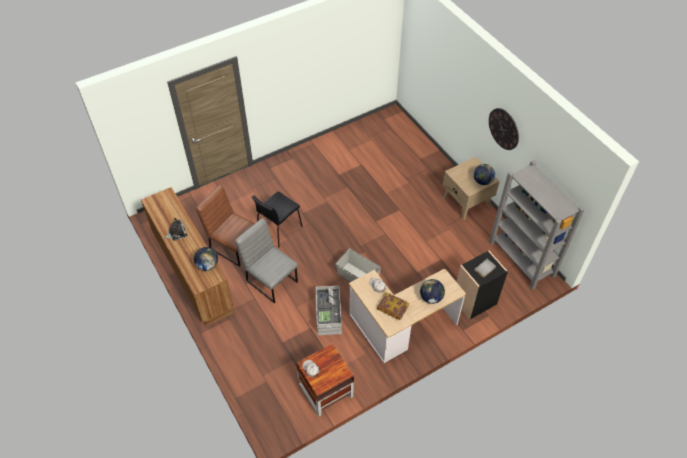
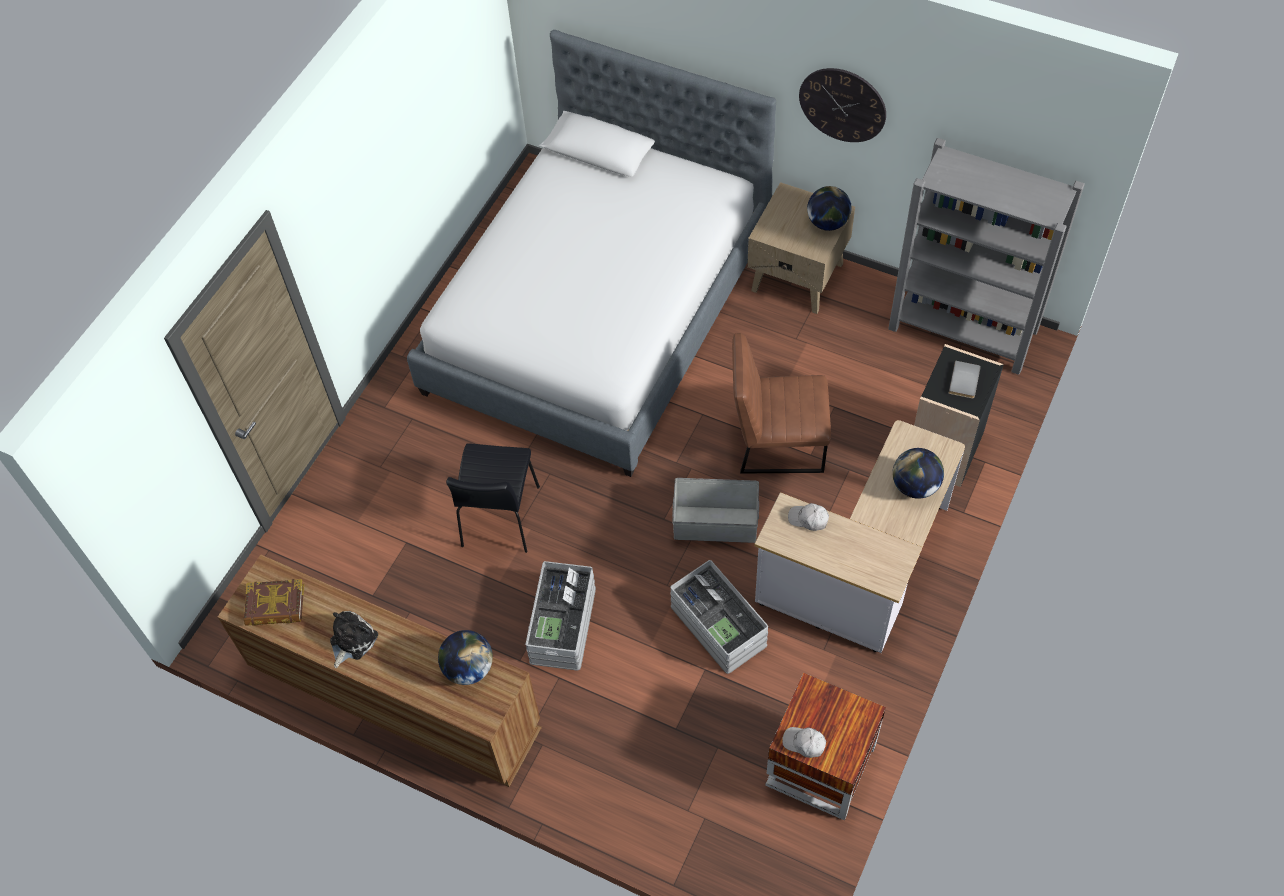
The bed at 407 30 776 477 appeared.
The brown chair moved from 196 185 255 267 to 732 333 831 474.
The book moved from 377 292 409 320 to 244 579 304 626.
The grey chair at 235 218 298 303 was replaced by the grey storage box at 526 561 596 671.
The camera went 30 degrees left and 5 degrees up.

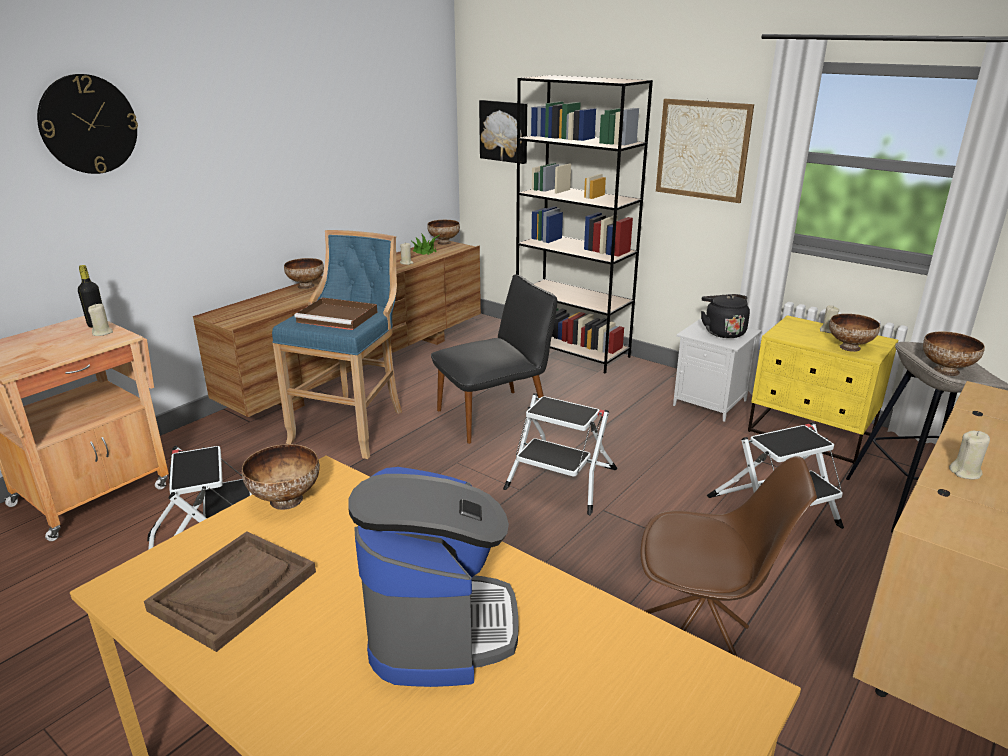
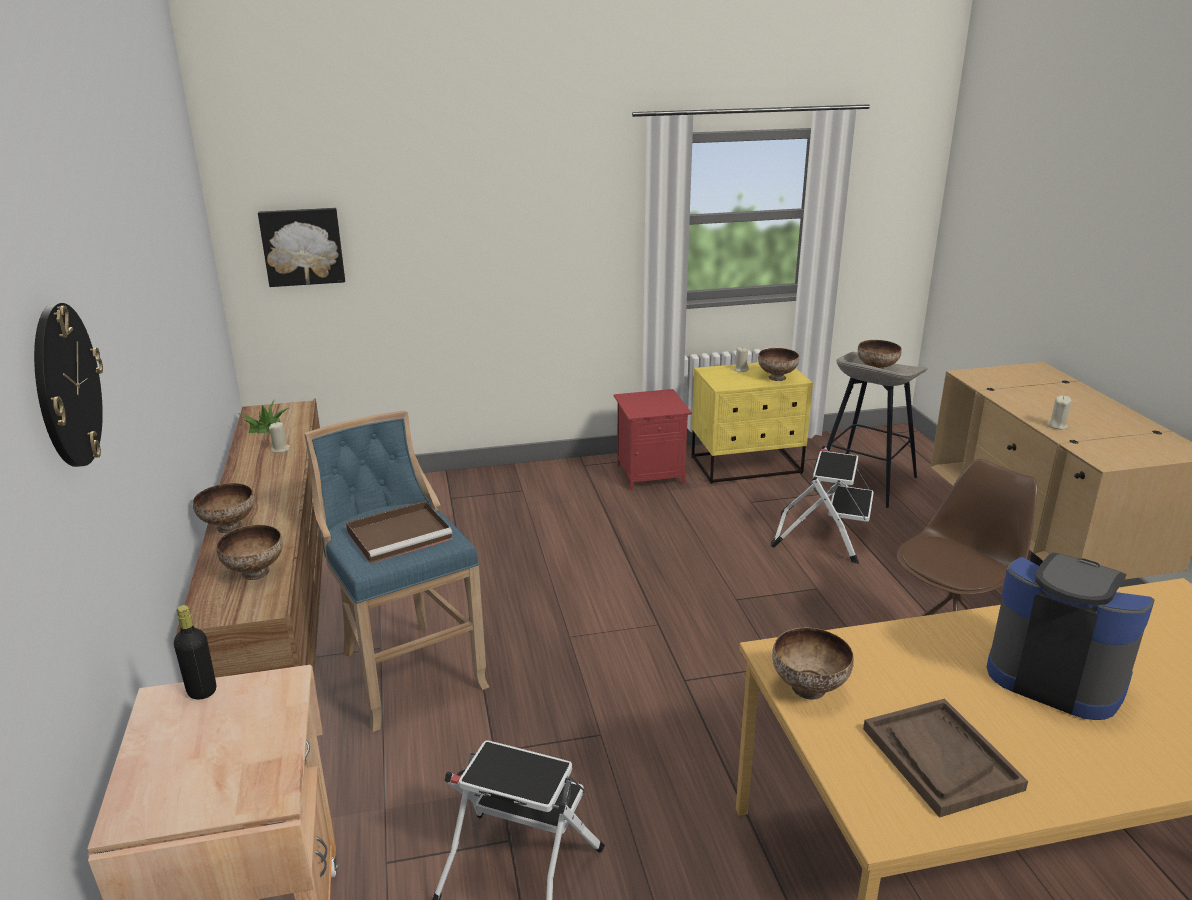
The beige candle at 88 303 113 336 disappeared.
The black chair at 431 274 557 444 disappeared.
The step ladder at 503 393 617 515 disappeared.
The beige bookcase at 516 75 653 374 disappeared.
The picture at 656 99 754 203 disappeared.
The black kettle at 701 294 750 338 disappeared.
The bowl moved from 427 220 460 245 to 216 525 283 580.
The grey nightstand at 673 318 762 422 became the red nightstand at 614 389 692 490.
The camera went 50 degrees left and 0 degrees up.

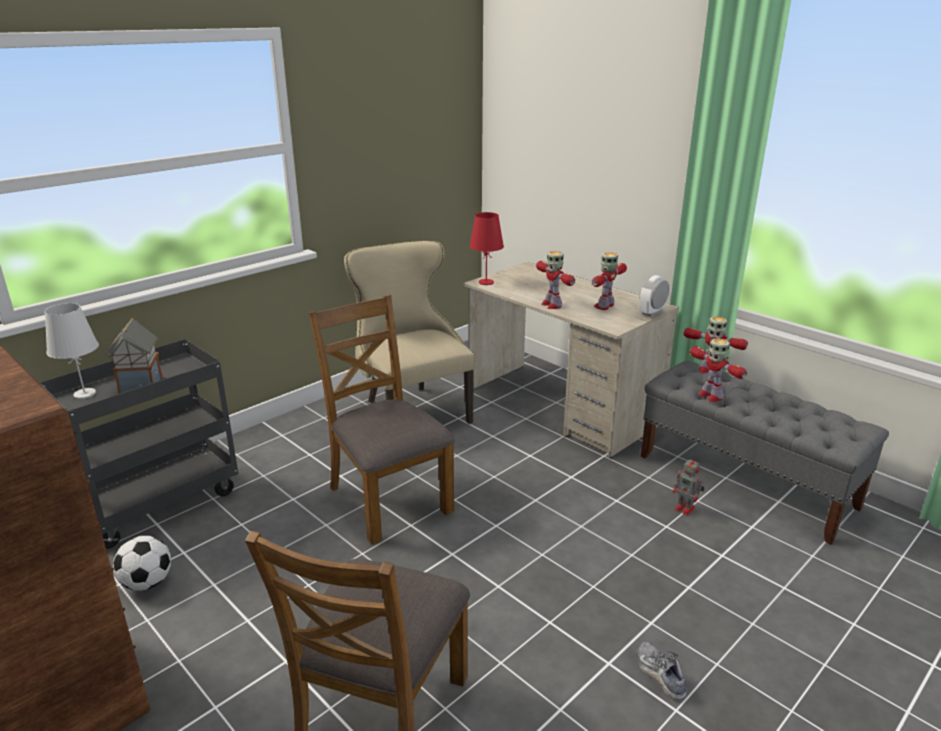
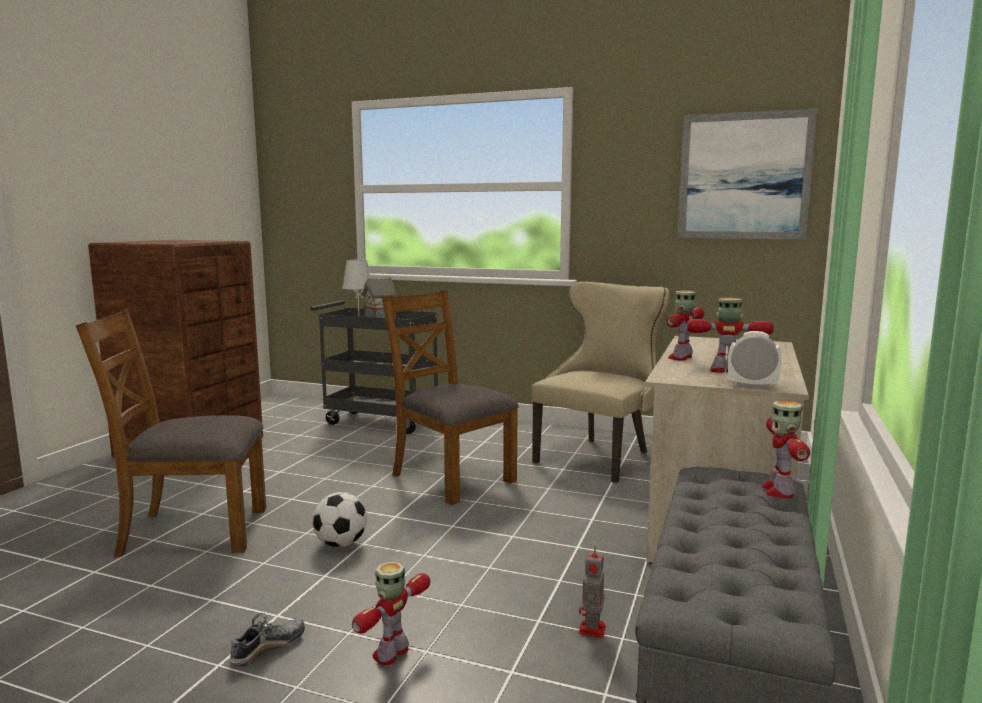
The red table lamp at 469 212 504 285 disappeared.
The picture at 677 109 817 240 appeared.
The football moved from 113 536 171 591 to 312 492 367 547.
The toy robot moved from 690 338 747 402 to 352 562 430 665.
The brown chair at 308 295 455 545 turned 75 degrees counterclockwise.
The camera went 65 degrees right and 15 degrees down.

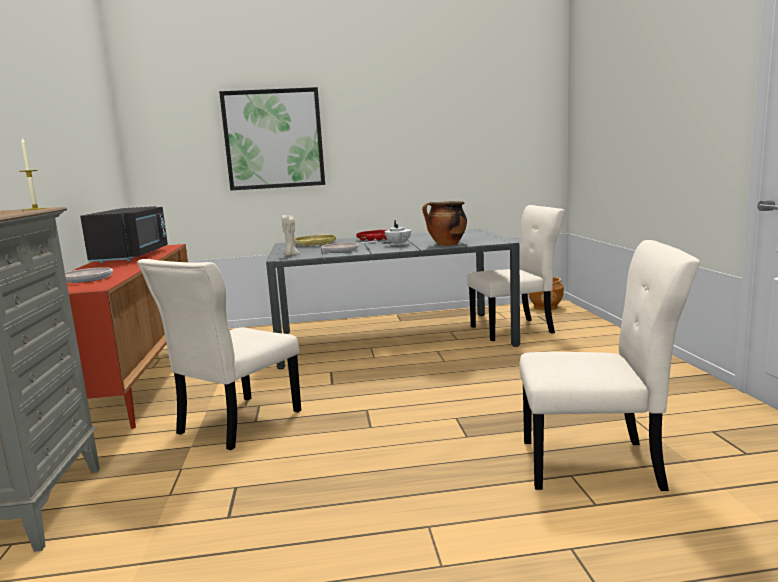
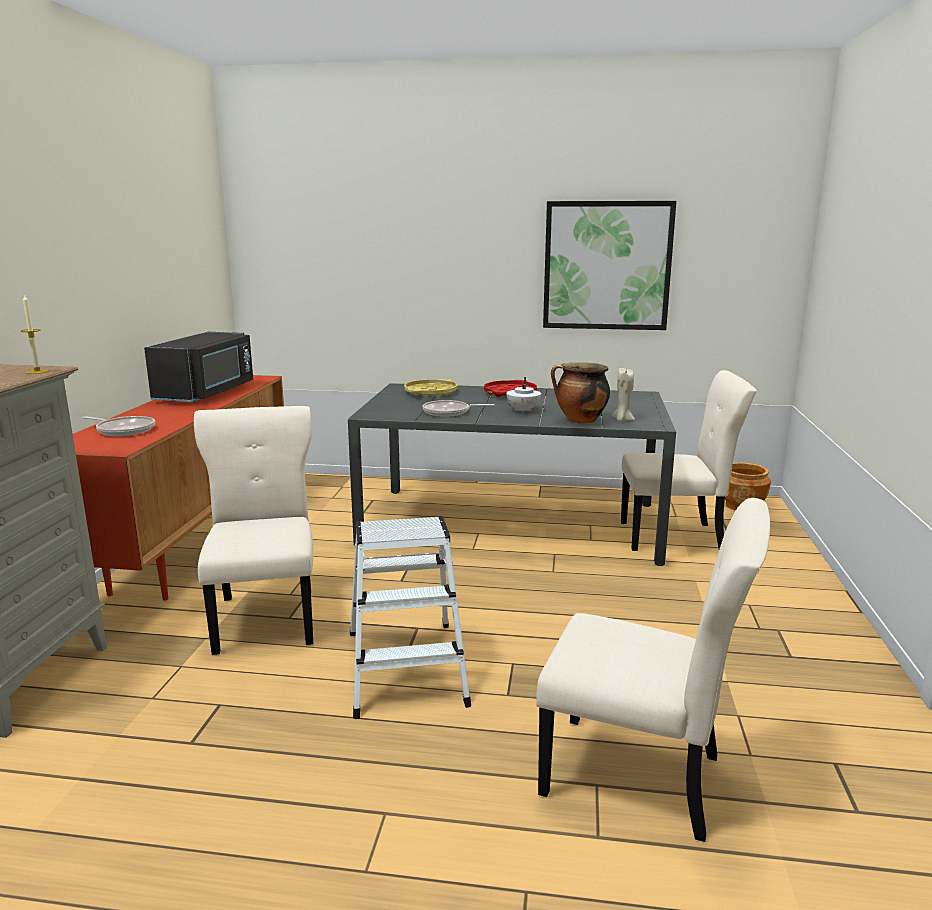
The white step ladder at 350 516 471 719 appeared.
The picture moved from 219 87 325 190 to 543 201 676 330.
The beige candle moved from 282 215 300 256 to 612 367 635 421.
The beige chair at 137 259 301 450 turned 120 degrees clockwise.
The camera went 15 degrees right and 5 degrees up.

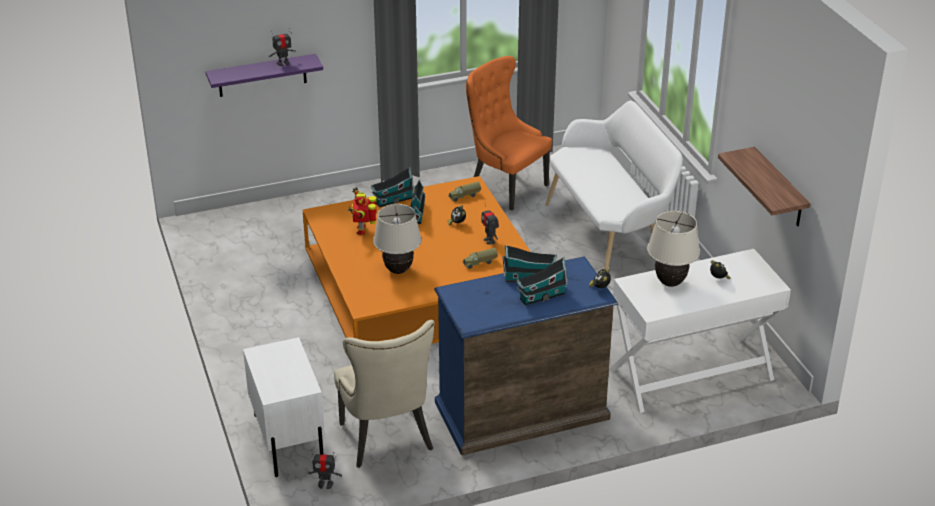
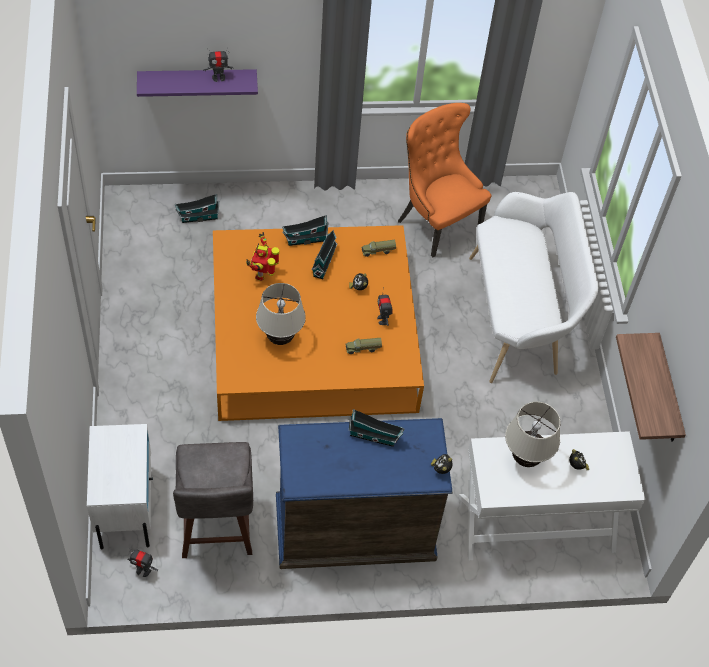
The toy house moved from 516 257 568 306 to 175 194 219 223.
The beige chair at 334 320 434 468 was replaced by the grey stool at 173 442 253 558.
The camera went 10 degrees right and 20 degrees up.

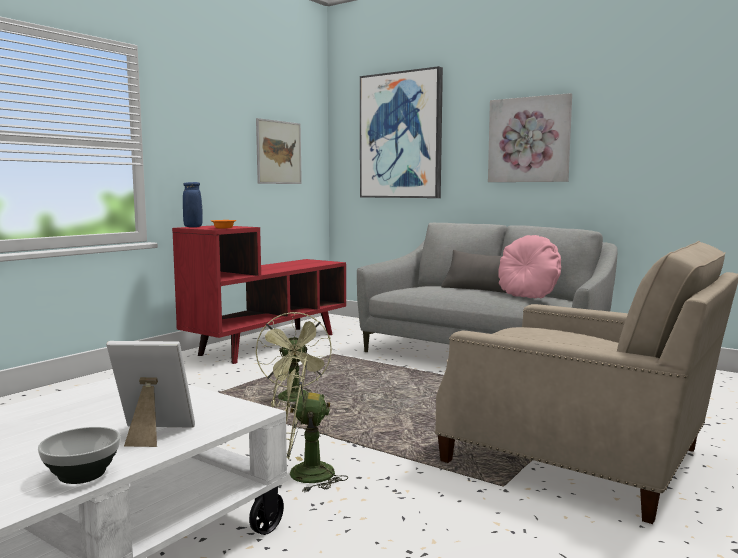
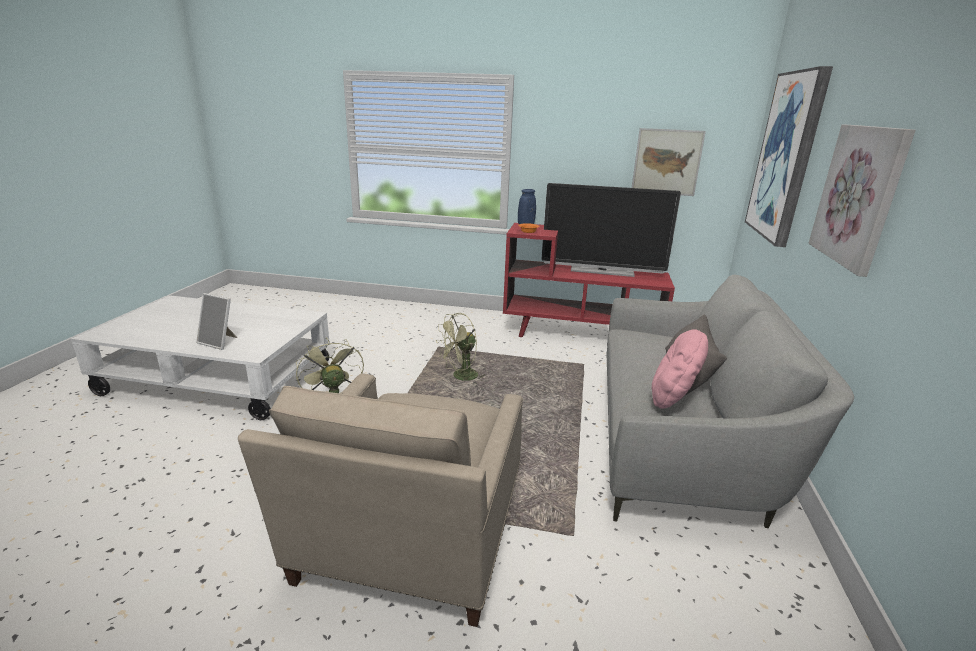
The bowl at 38 427 120 484 disappeared.
The television at 542 183 681 277 appeared.
The picture frame at 106 341 195 447 turned 135 degrees clockwise.
The camera went 65 degrees right and 15 degrees up.

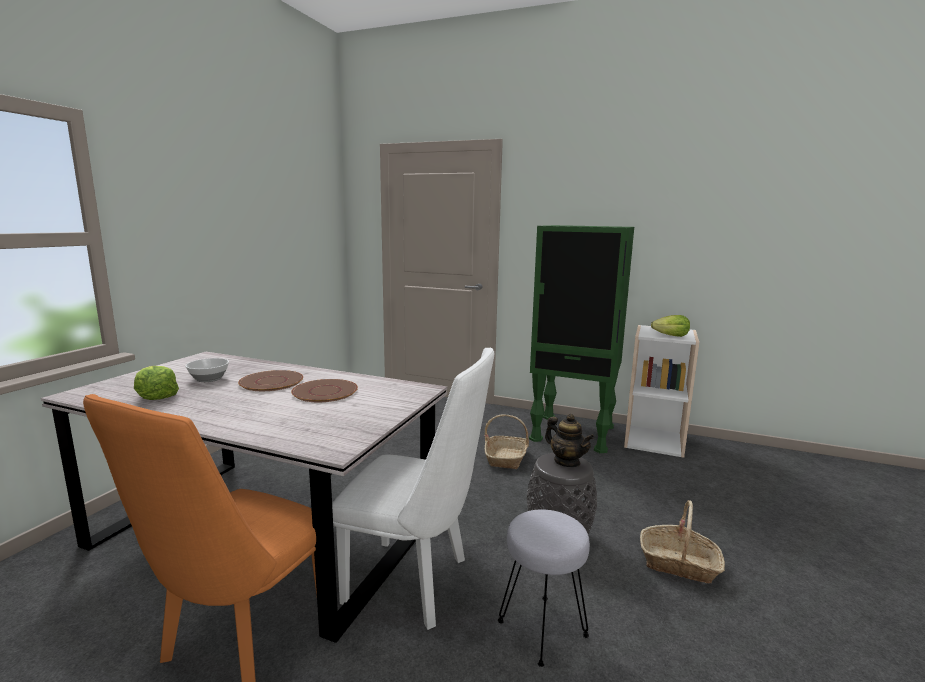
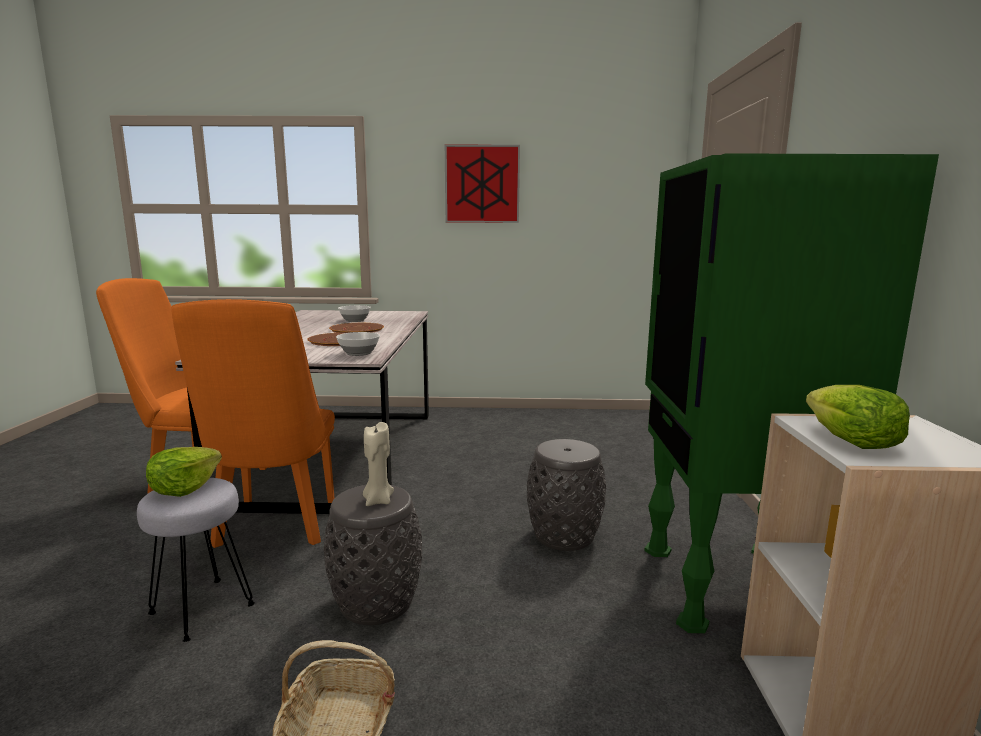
The bowl at 336 332 380 356 appeared.
The picture at 445 145 520 223 appeared.
The lettuce moved from 134 366 179 400 to 146 447 222 497.
The basket at 484 414 529 469 was replaced by the grey stool at 527 439 606 551.
The teapot at 545 414 594 467 was replaced by the beige candle at 363 422 394 506.
The white chair at 332 348 494 630 became the orange chair at 171 299 335 548.
The camera went 70 degrees right and 0 degrees up.

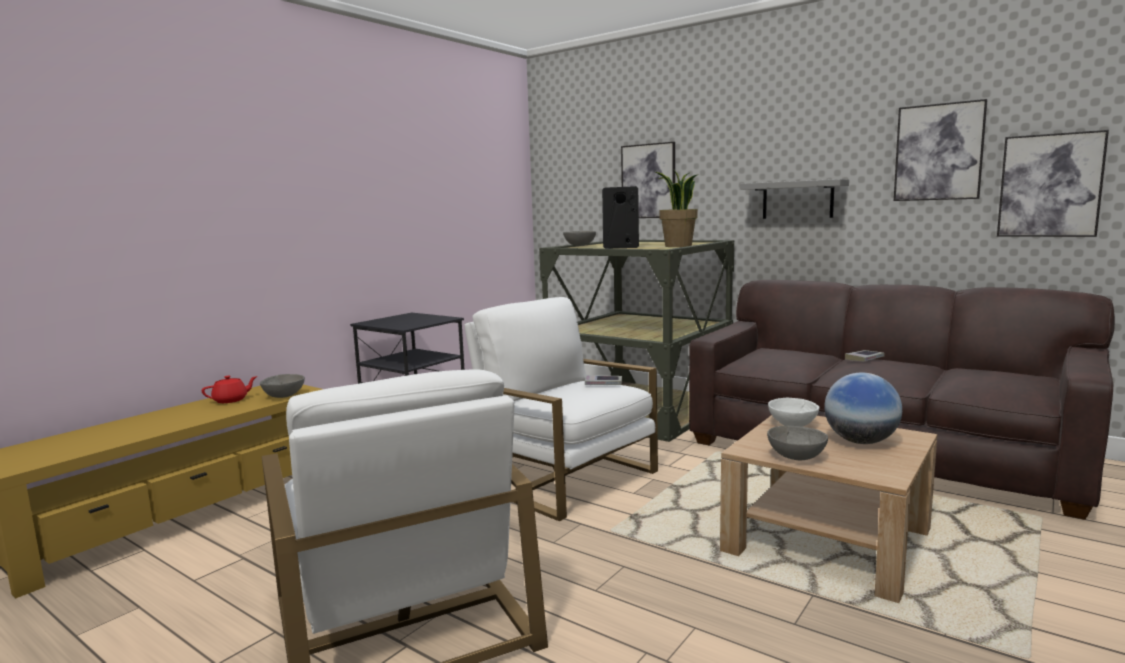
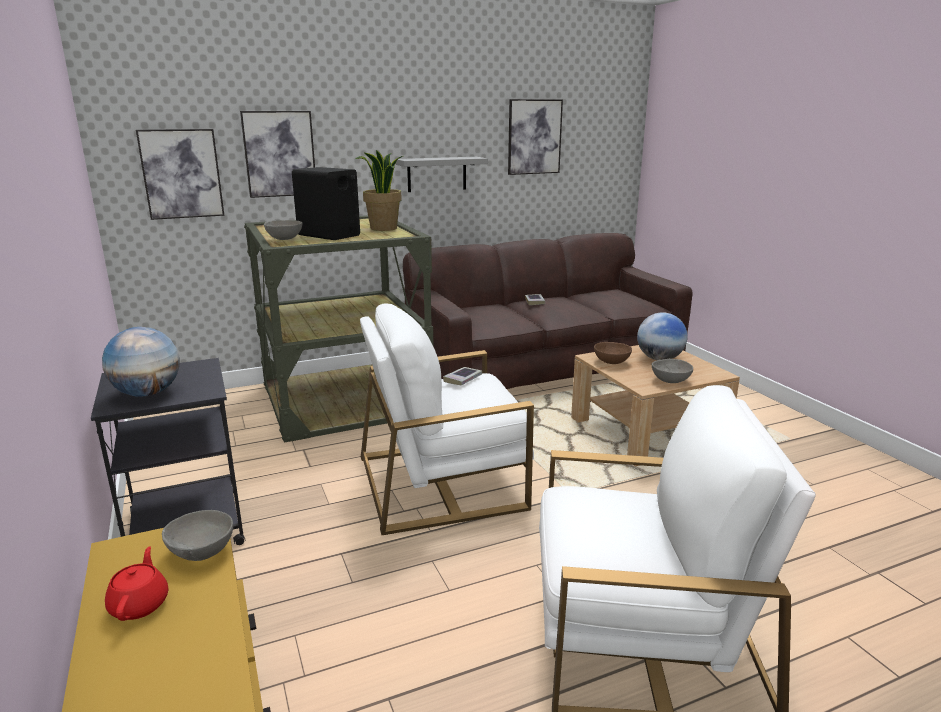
The globe at 102 327 180 397 appeared.
The picture moved from 997 130 1109 237 to 136 129 225 220.
The white bowl at 768 398 819 427 became the brown bowl at 594 342 632 364.
The camera went 60 degrees left and 10 degrees up.

